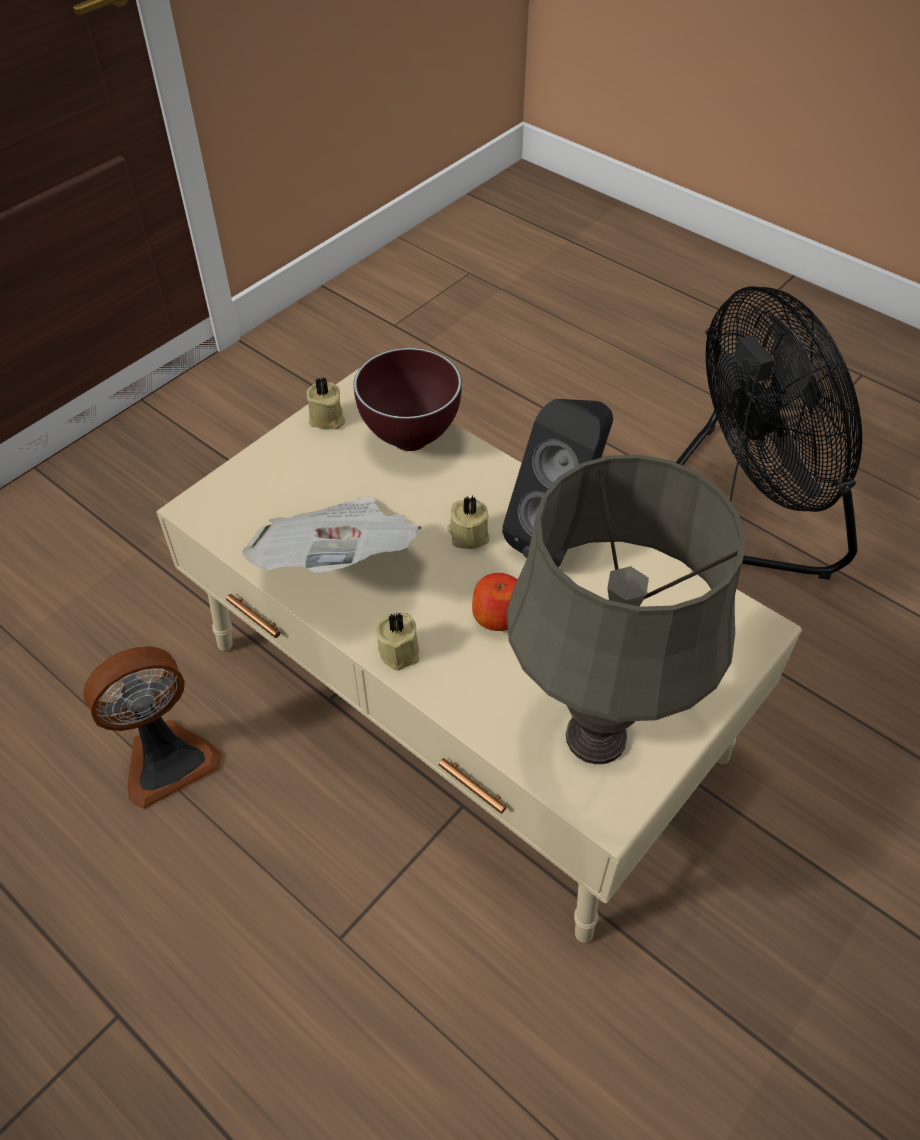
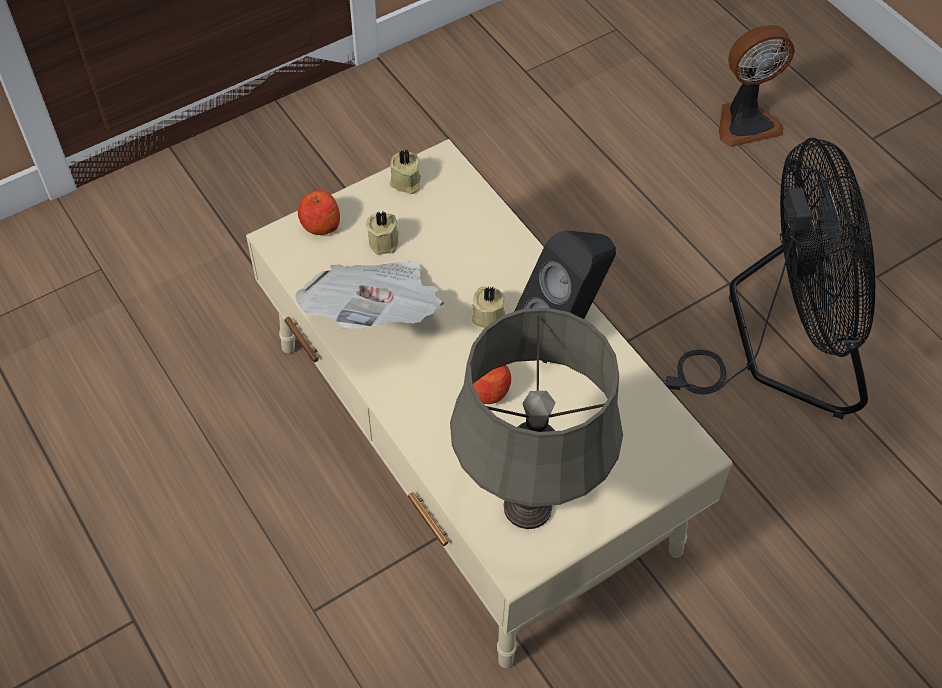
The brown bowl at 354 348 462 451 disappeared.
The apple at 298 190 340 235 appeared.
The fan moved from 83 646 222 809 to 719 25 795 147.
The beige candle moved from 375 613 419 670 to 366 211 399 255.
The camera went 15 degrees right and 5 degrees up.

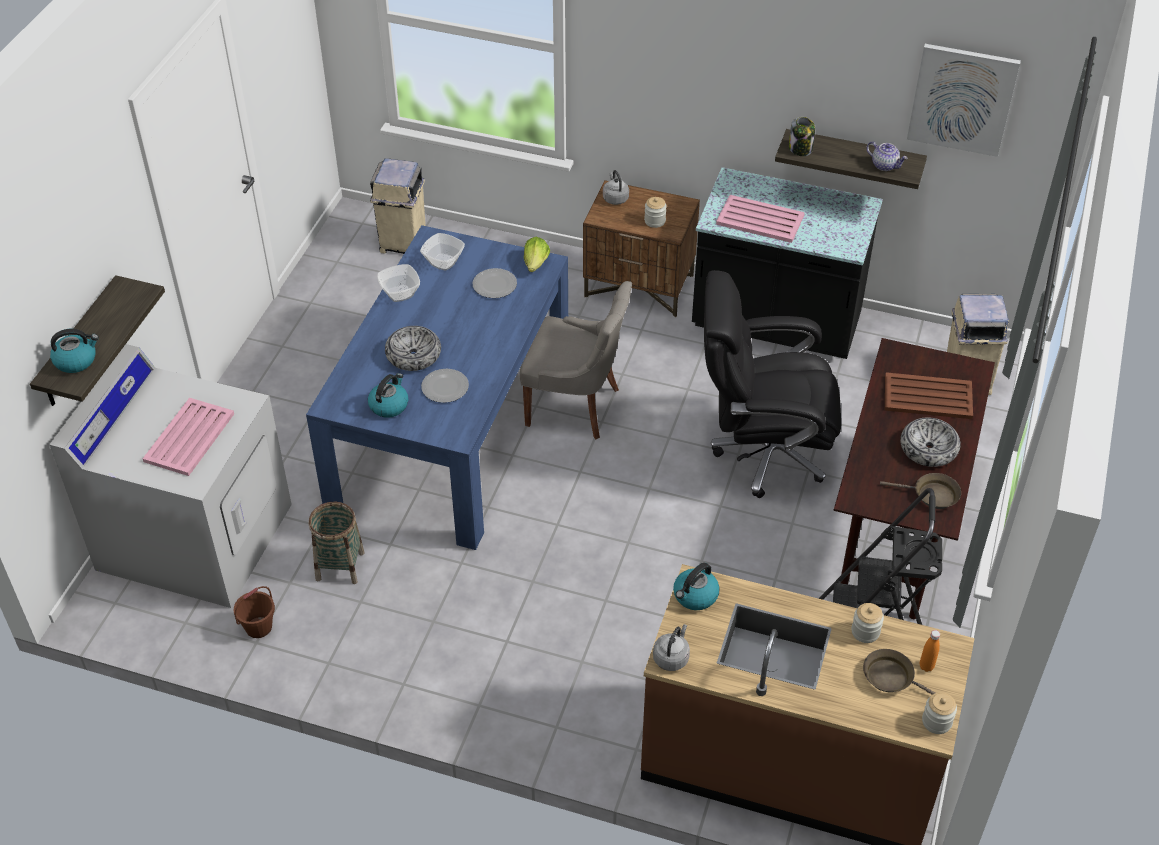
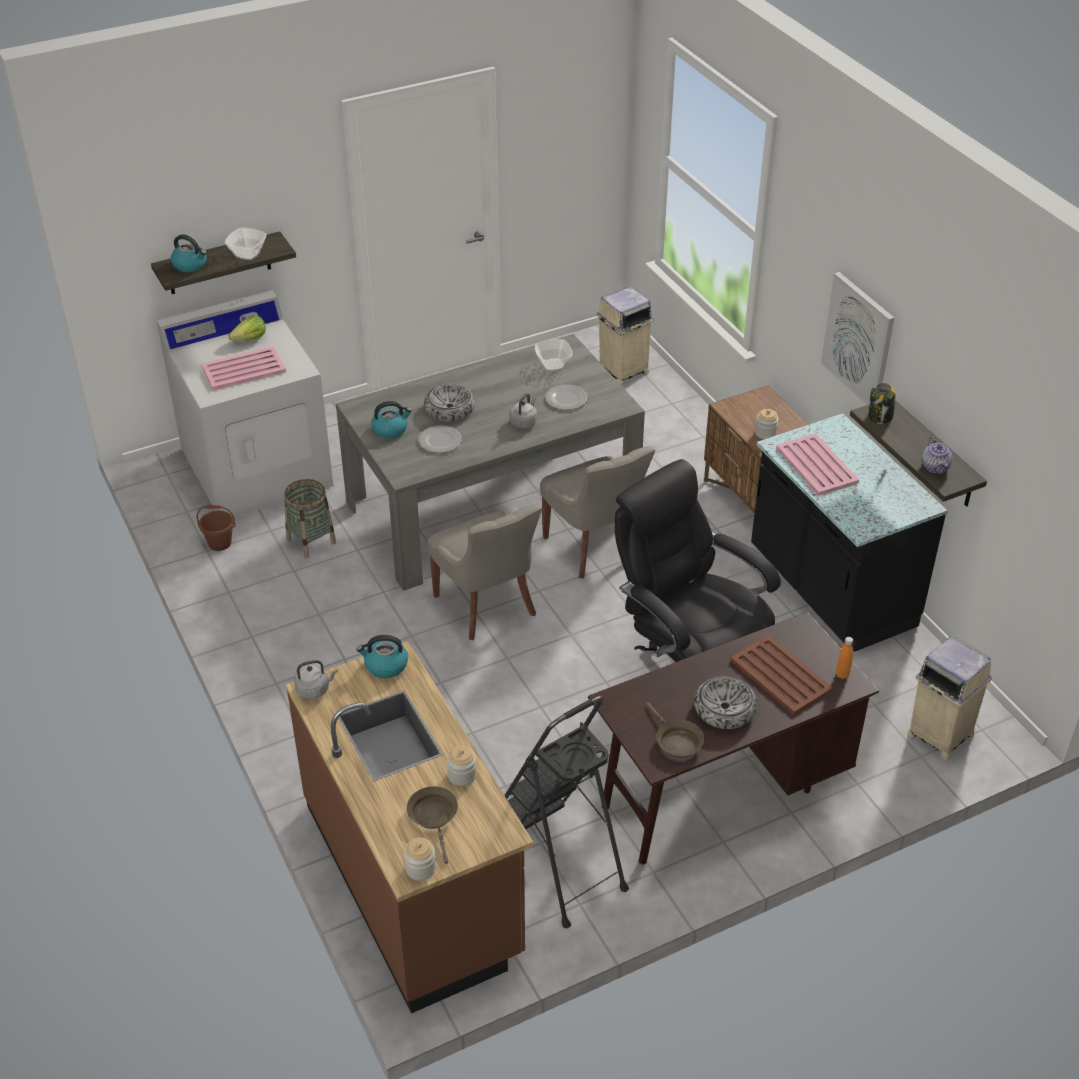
The grey chair at 427 504 542 640 appeared.
The bowl moved from 377 264 420 302 to 225 228 267 260.
The lettuce moved from 524 237 550 272 to 228 316 266 341.
The grey kettle moved from 603 170 629 205 to 510 393 537 429.
The picture moved from 907 44 1021 157 to 821 272 894 405.
The orange bottle moved from 920 630 940 672 to 836 637 853 679.
The blue dining table at 306 225 568 550 became the grey dining table at 336 334 645 591.
The camera went 45 degrees right and 5 degrees down.

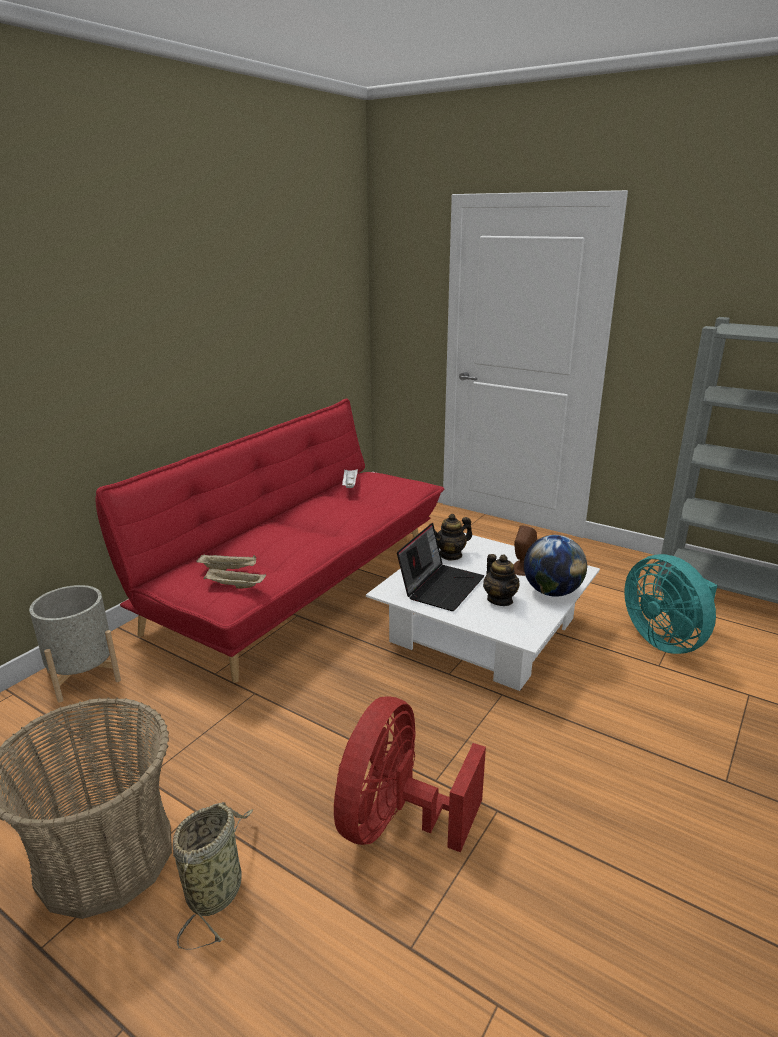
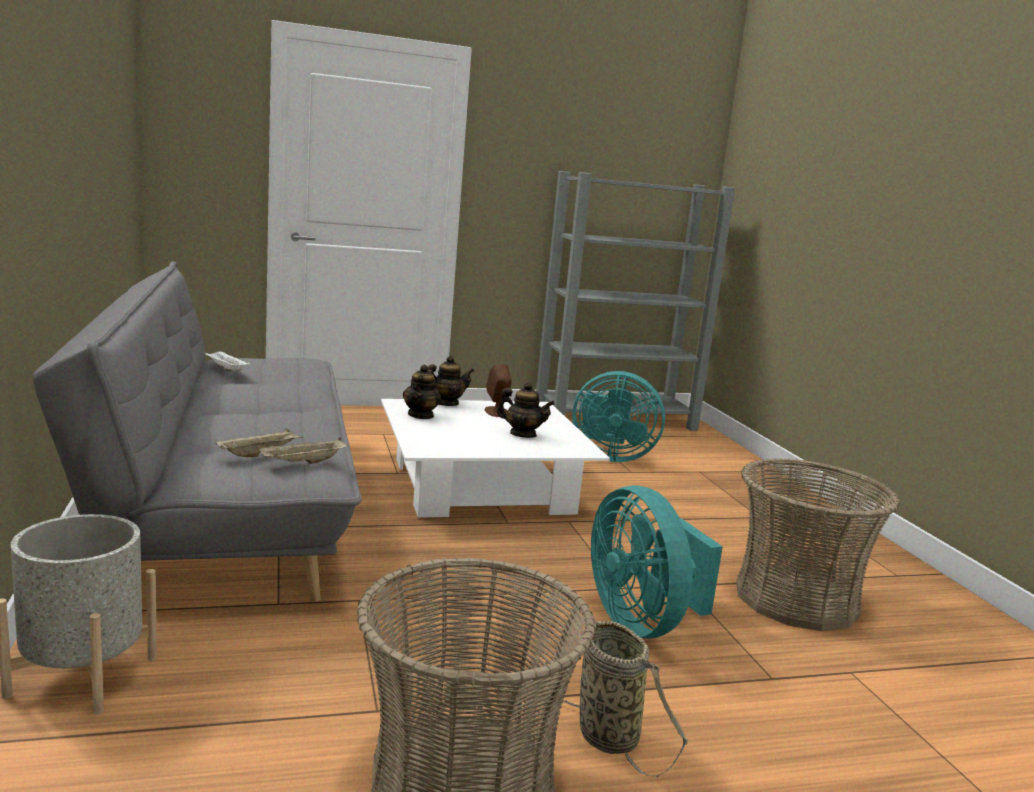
The laptop at 397 523 484 611 disappeared.
The globe at 524 535 587 597 disappeared.
The teapot at 427 356 474 406 appeared.
The basket at 736 458 900 631 appeared.
The red sofa at 96 399 444 683 became the grey sofa at 32 261 362 602.
The red fan at 334 697 486 852 became the turquoise fan at 591 485 723 638.
The camera went 50 degrees left and 10 degrees down.

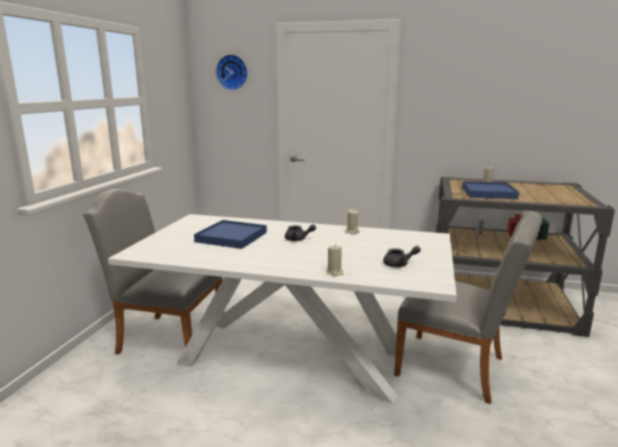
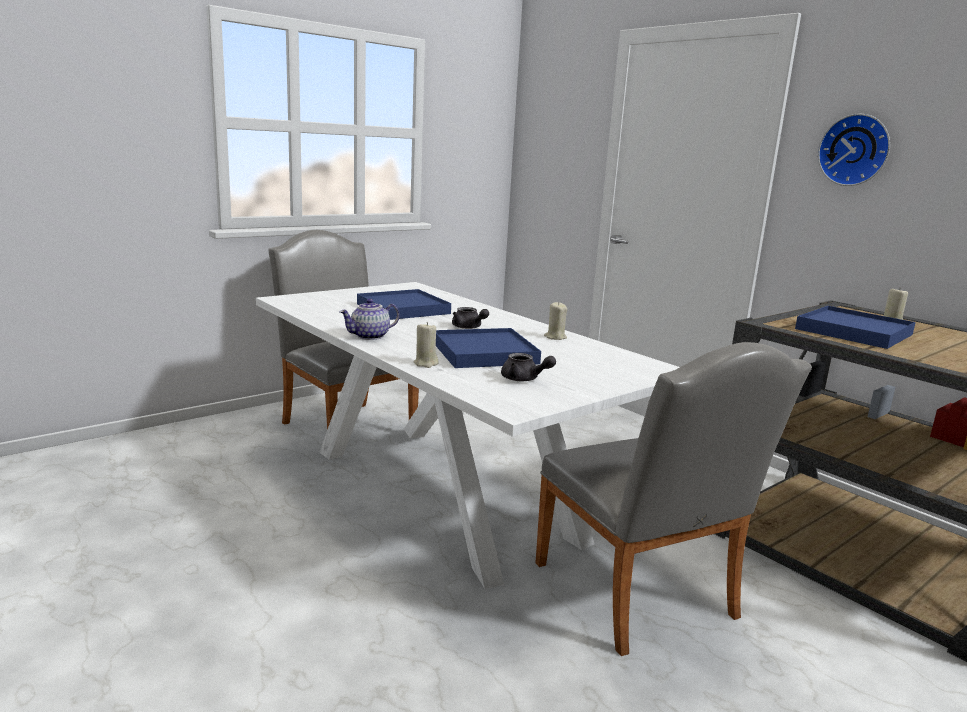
The teapot at 339 299 400 340 appeared.
The blue tray at 436 328 541 368 appeared.
The wall clock moved from 216 54 248 90 to 818 114 890 186.
The camera went 35 degrees right and 0 degrees up.

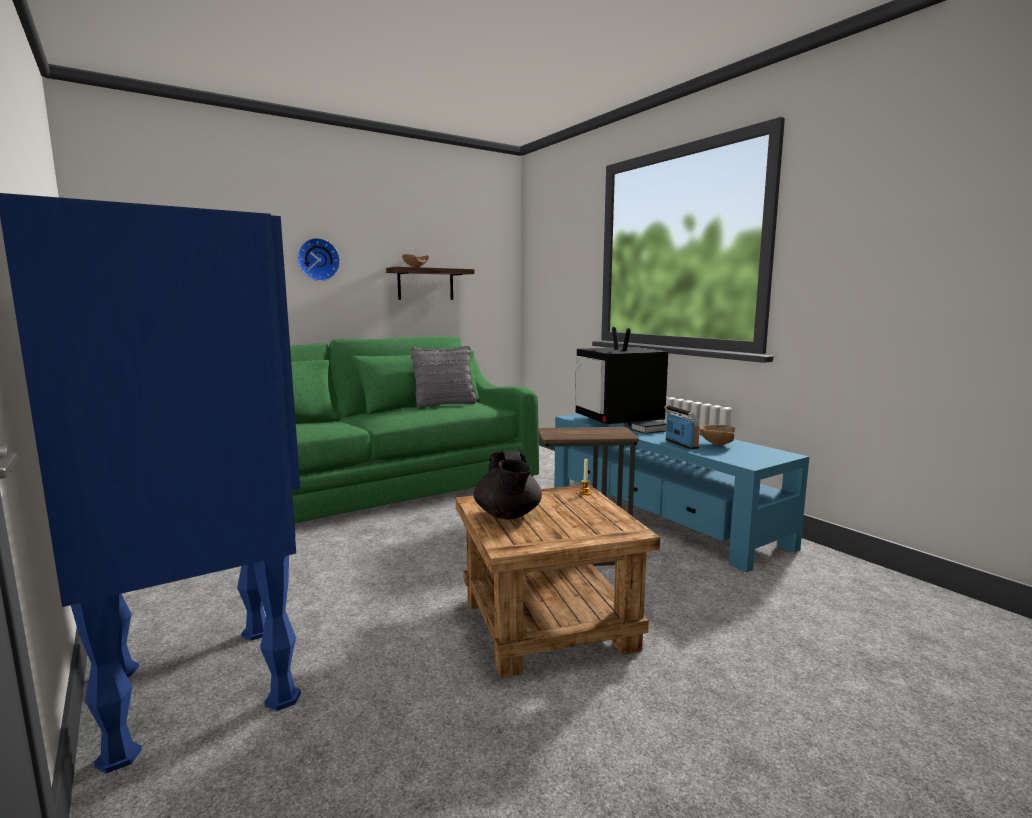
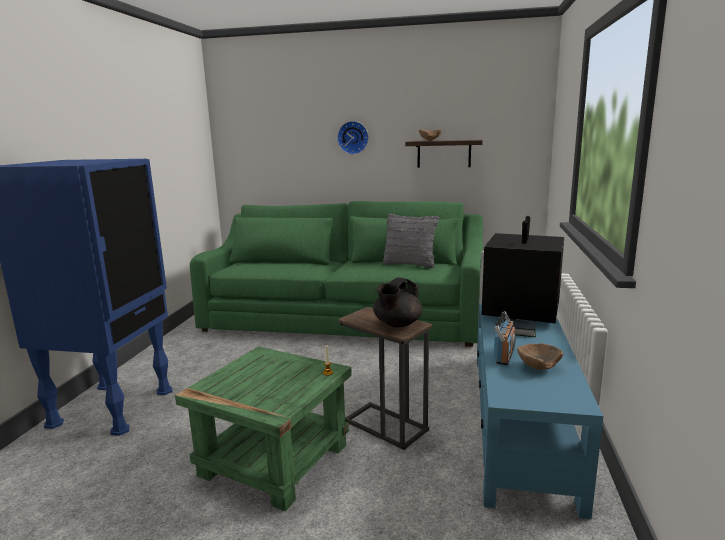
The black teapot moved from 474 450 542 520 to 373 277 422 327.
The brown side table at 456 484 660 678 became the green side table at 175 346 352 511.
The camera went 45 degrees right and 5 degrees up.

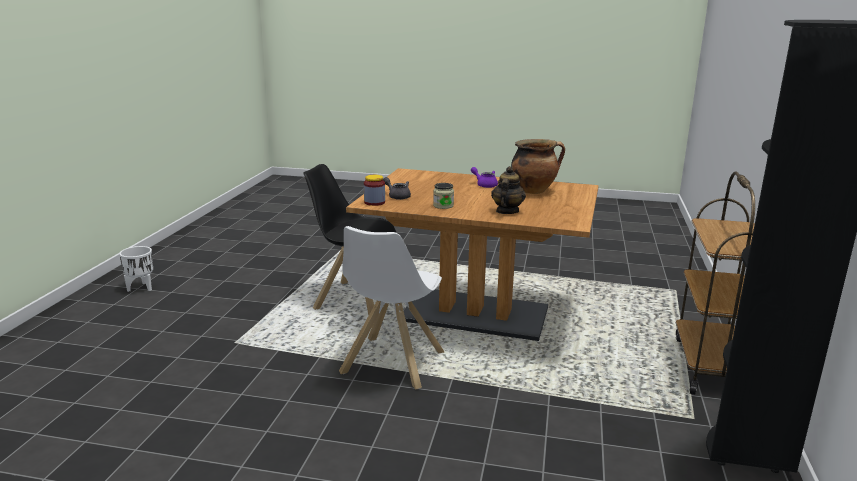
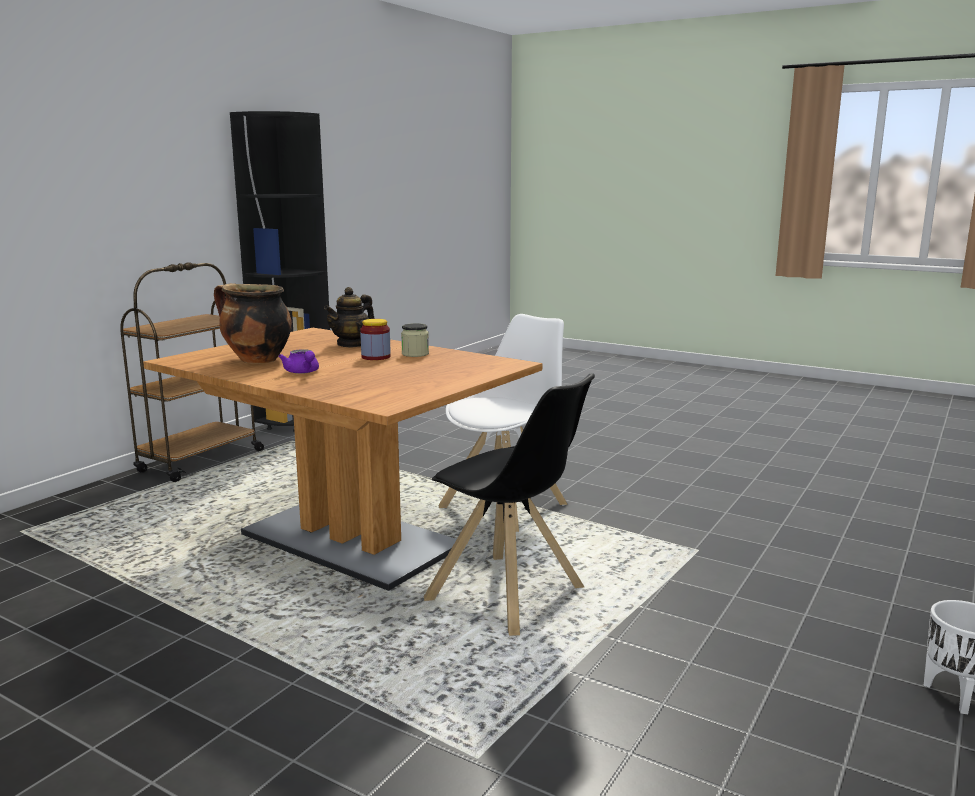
The grey teapot at 383 177 411 200 disappeared.
The jar moved from 364 175 385 206 to 360 319 391 360.
The camera went 160 degrees left and 5 degrees down.

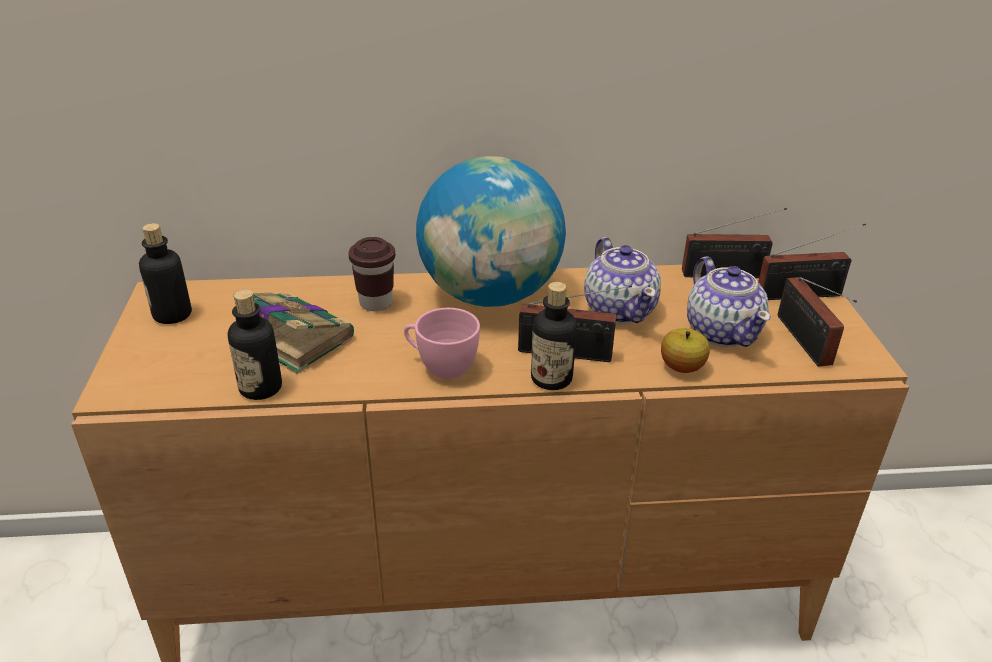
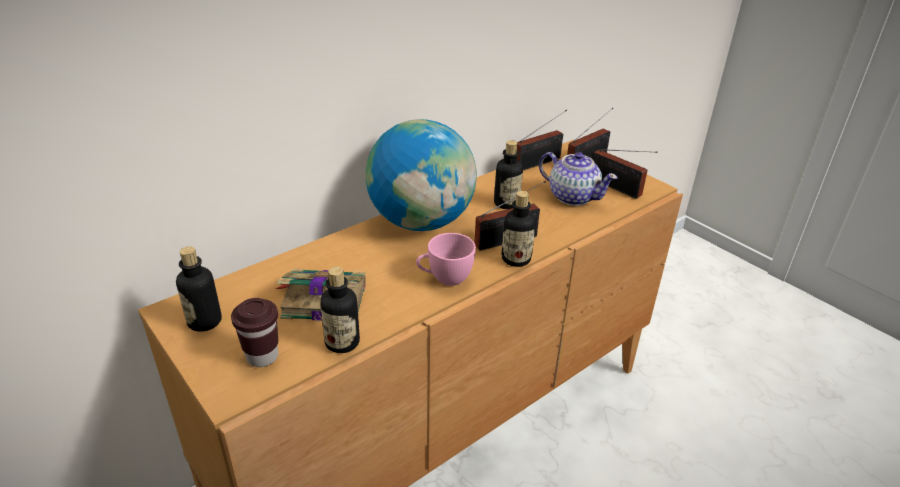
The apple at 661 328 710 373 disappeared.
The brown cup moved from 348 237 395 311 to 231 298 278 367.
The teapot at 584 237 661 324 was replaced by the bottle at 494 140 523 209.
The camera went 35 degrees left and 0 degrees up.

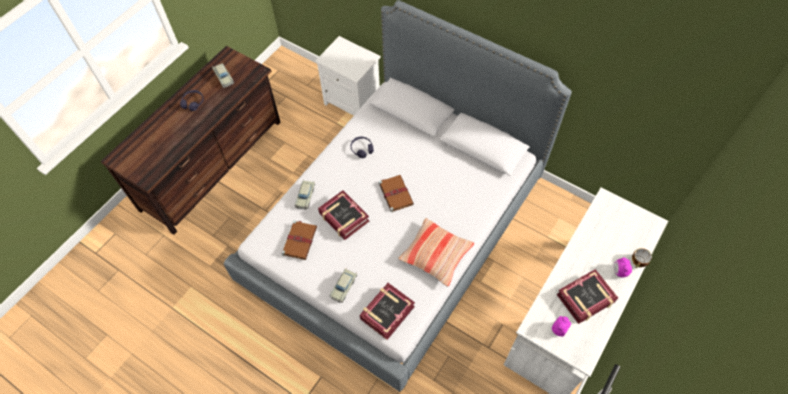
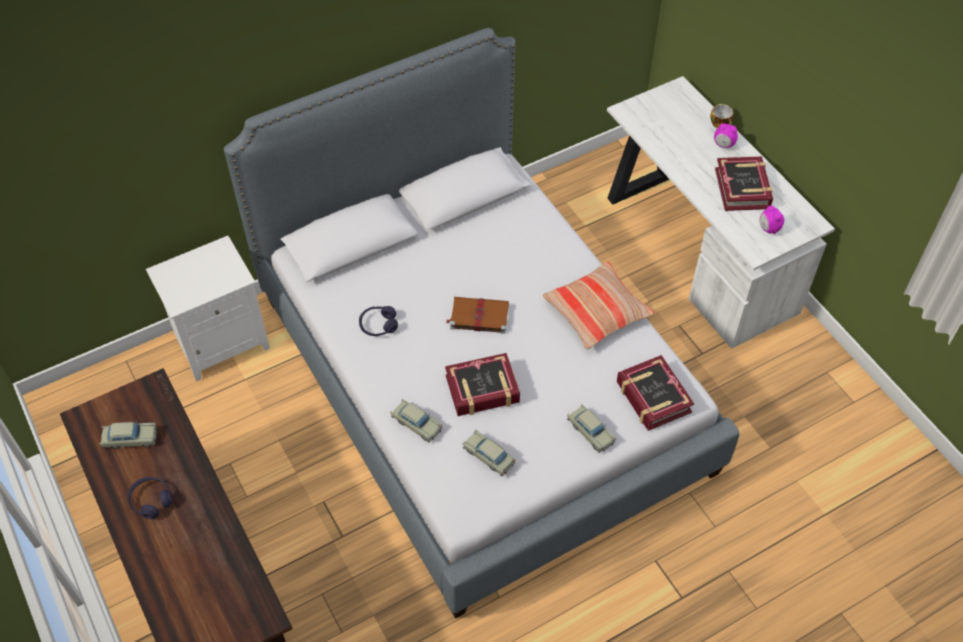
The brown book at 281 221 317 260 was replaced by the beige toy car at 463 430 515 476.
The camera went 65 degrees left and 5 degrees down.

